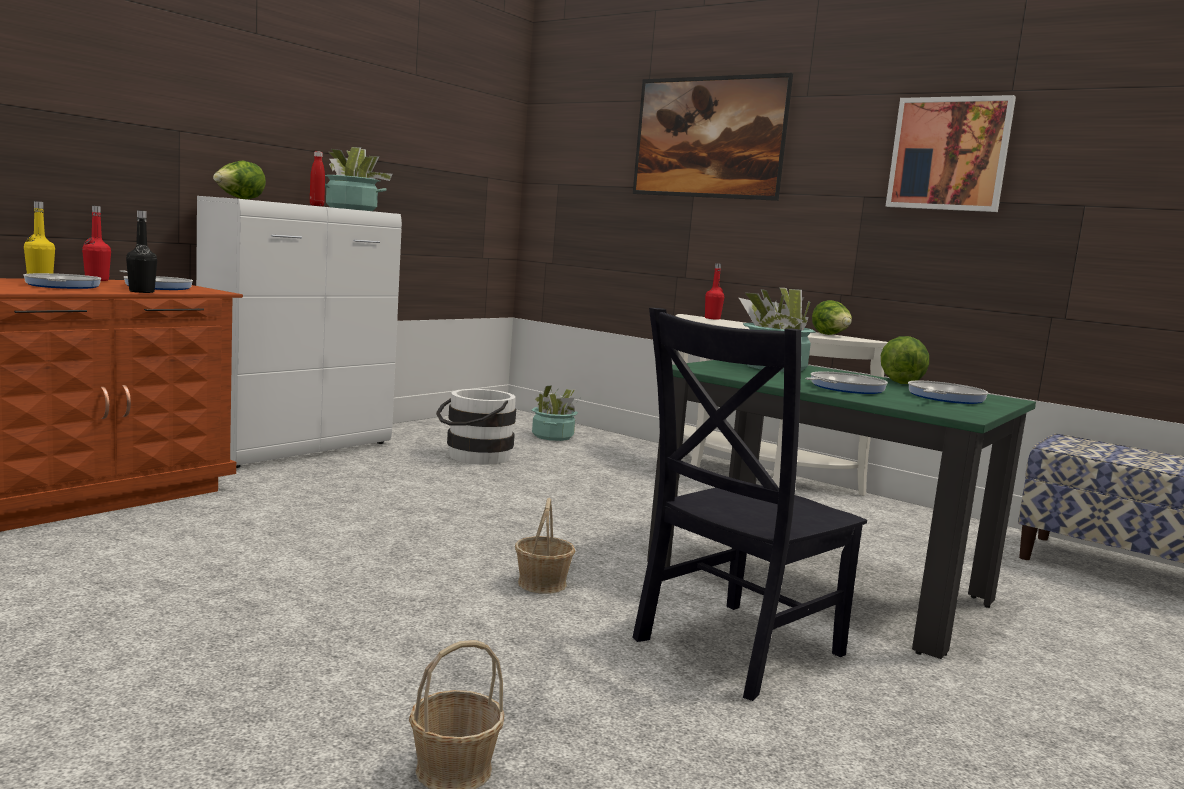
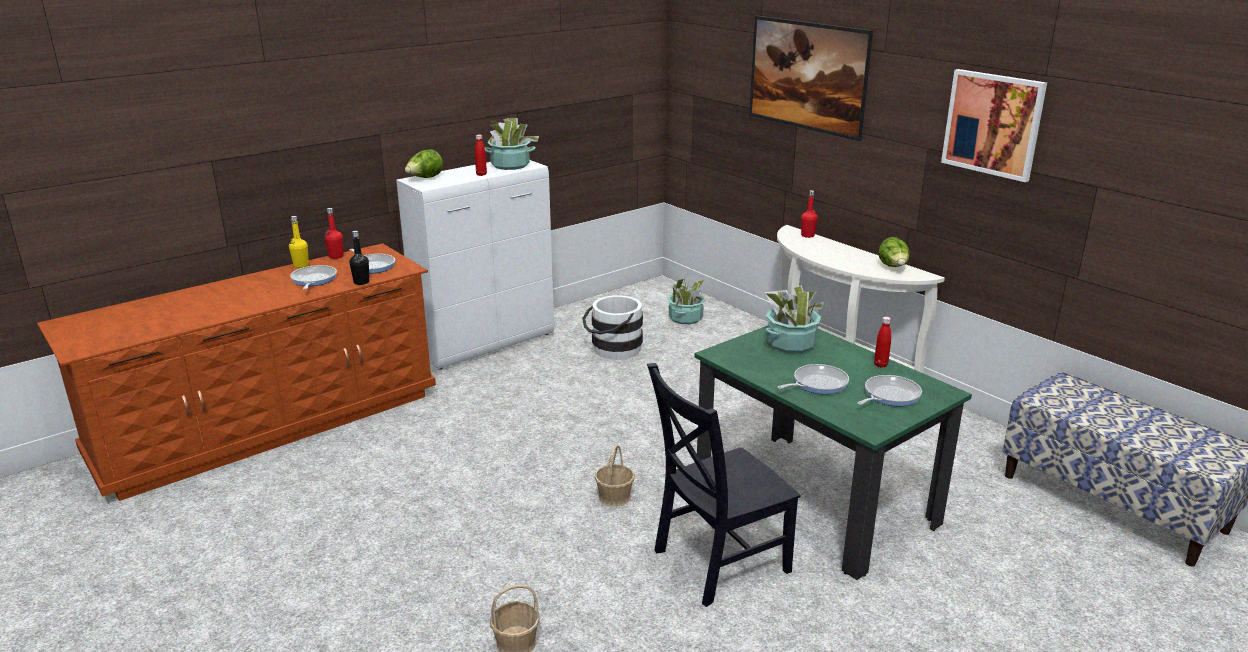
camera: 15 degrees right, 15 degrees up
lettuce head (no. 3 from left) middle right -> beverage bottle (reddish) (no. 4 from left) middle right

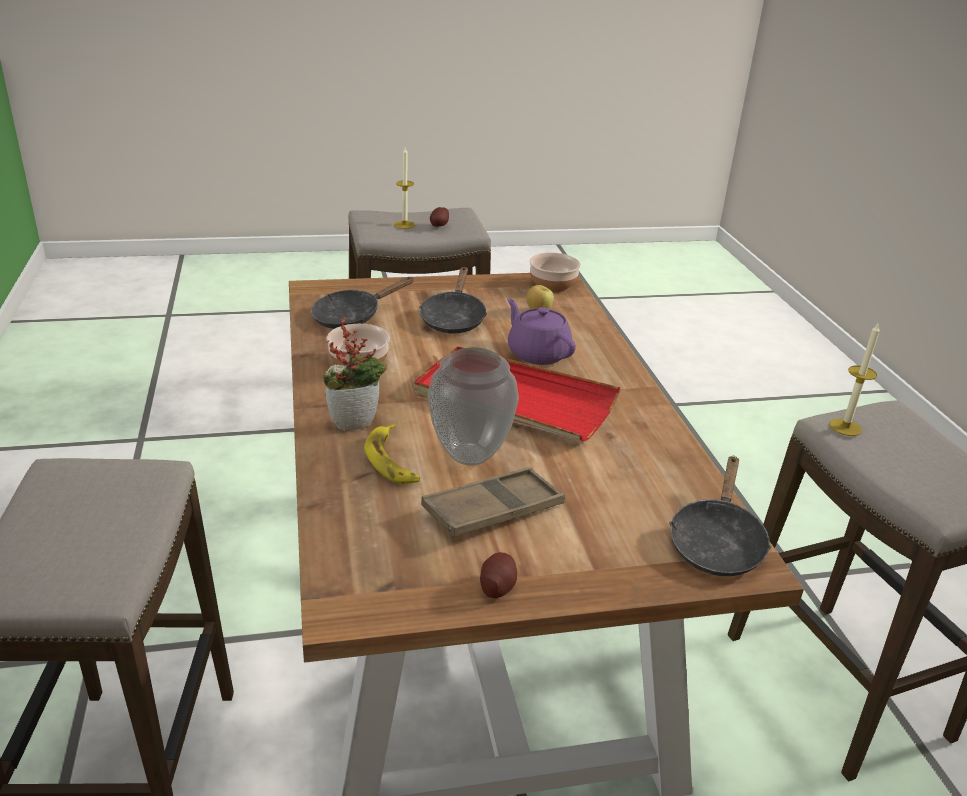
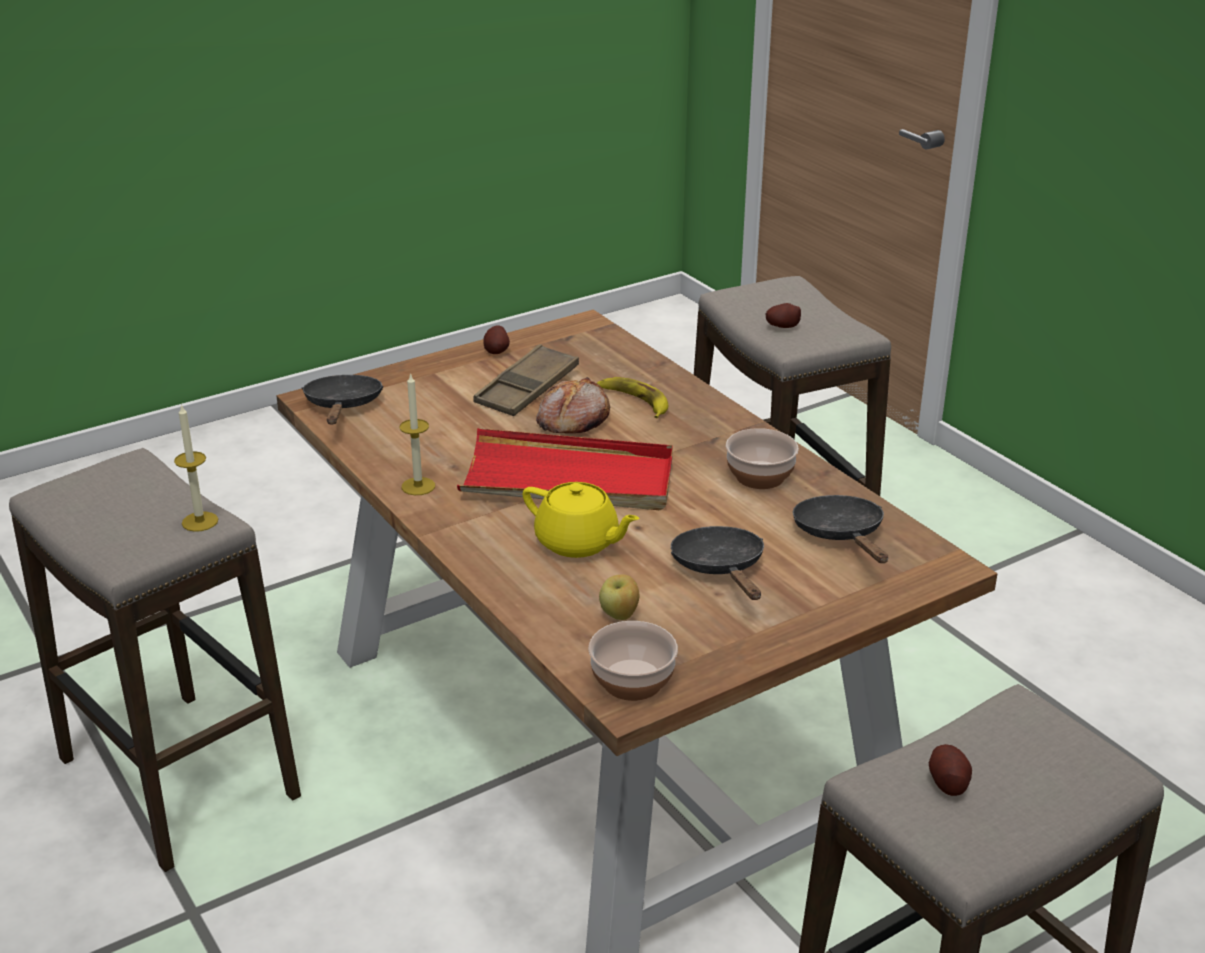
camera: 160 degrees right, 0 degrees up
wax candle (no. 1 from left in the first image) top centre -> wax candle (no. 2 from left) centre, relocated
pot for tea (purple-coloured) centre -> pot for tea (yellow-coloured) centre
vase centre -> baked bread centre
none -> whole potato (no. 2 from left) top centre
skillet (blackish) (no. 1 from left in the first image) centre -> skillet (blackish) (no. 3 from left) middle right, 45 degrees counterclockwise
plant in a pot centre -> none

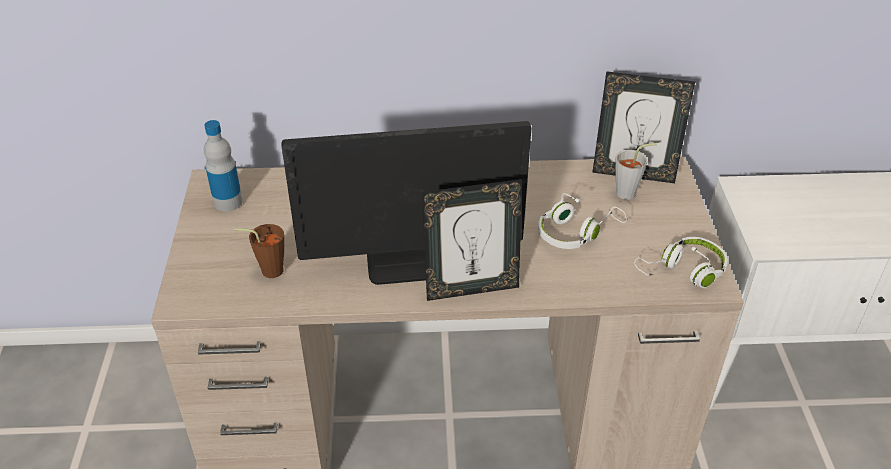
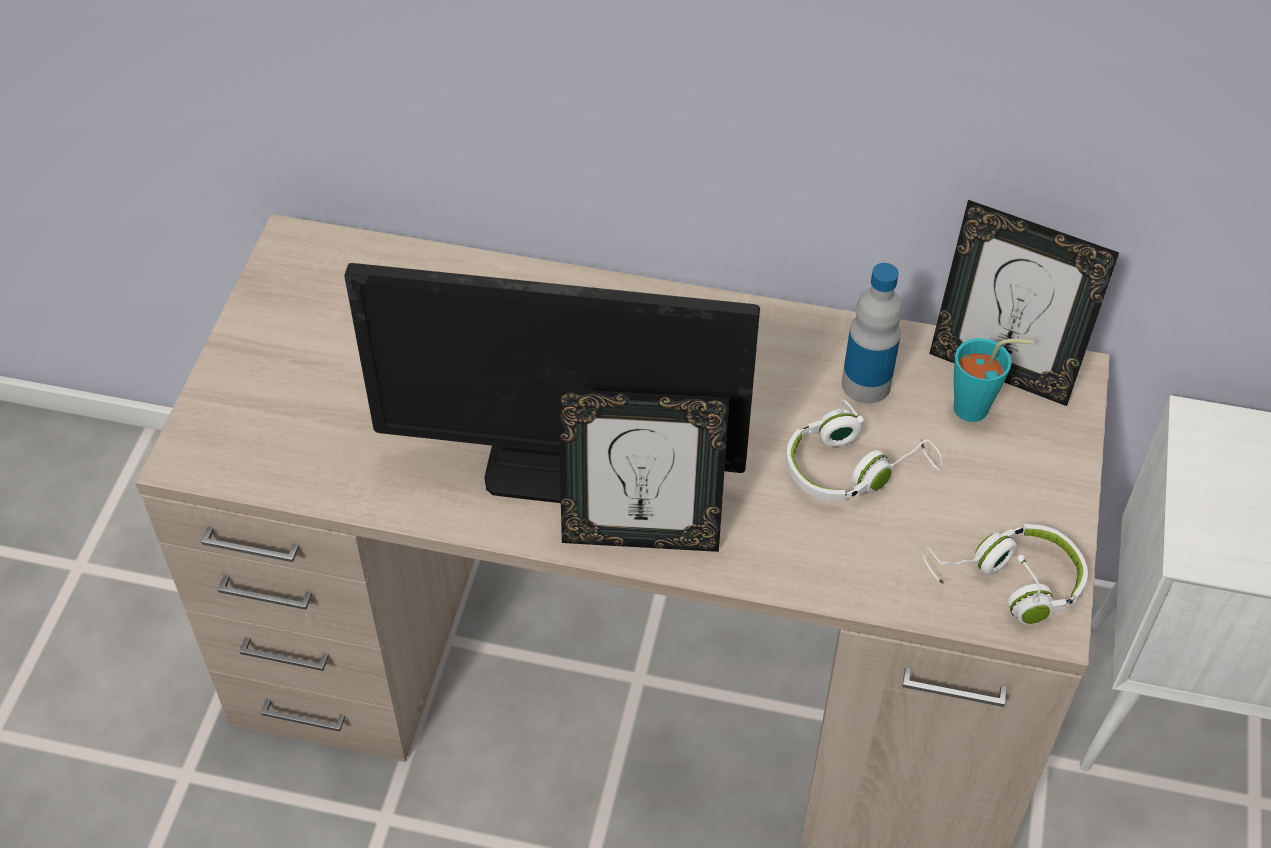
camera: 15 degrees right, 10 degrees up
beverage bottle middle left -> beverage bottle middle right, relocated
small cup (greyish) middle right -> small cup (turquoise) middle right
small cup (brown) middle left -> none

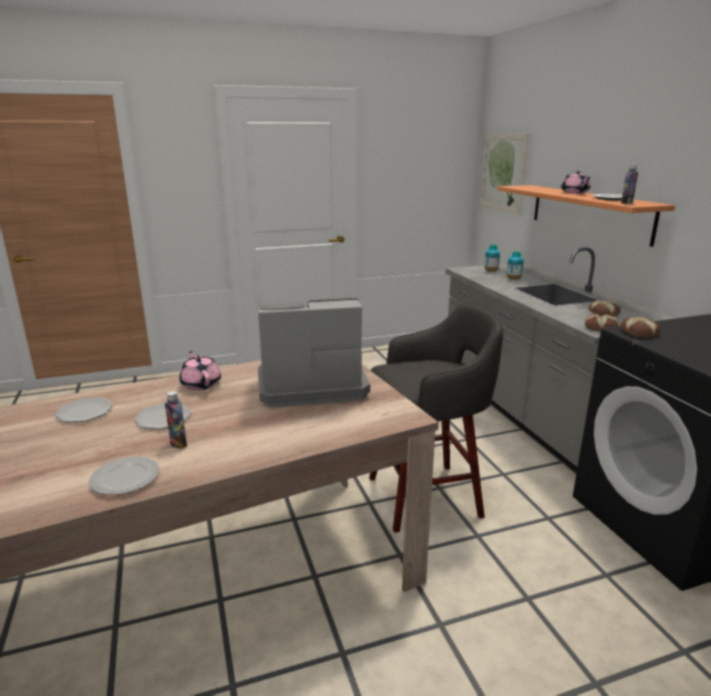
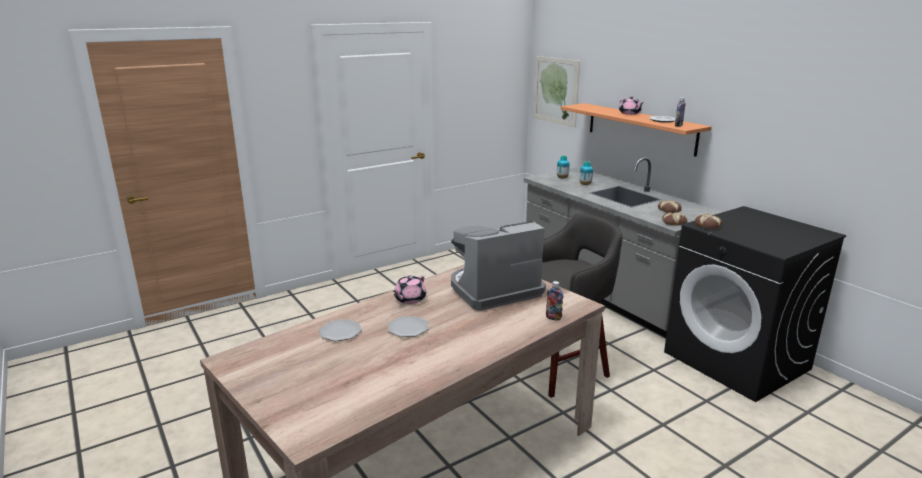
camera: 15 degrees left, 0 degrees up
pot for tea (pink) (no. 1 from left) middle left -> pot for tea (pink) (no. 1 from left) centre, 105 degrees counterclockwise
beverage bottle (no. 1 from left) middle left -> beverage bottle (no. 1 from left) centre, relocated
flat dish (no. 2 from left) bottom left -> none

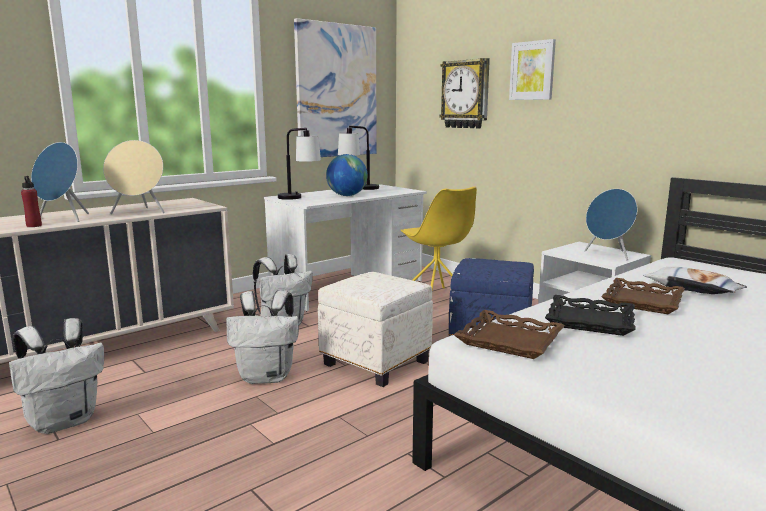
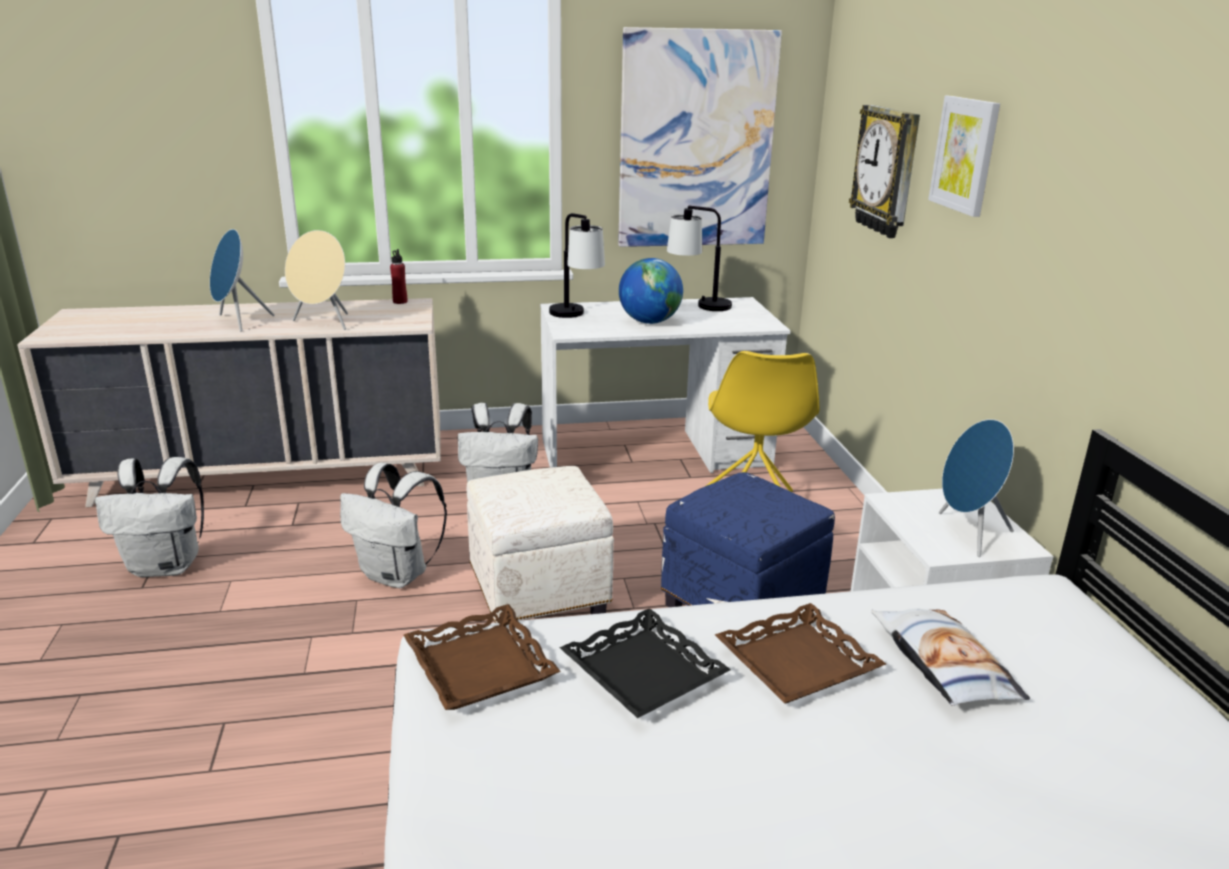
camera: 30 degrees right, 10 degrees up
beverage bottle (reddish) middle left -> beverage bottle (reddish) top left, relocated

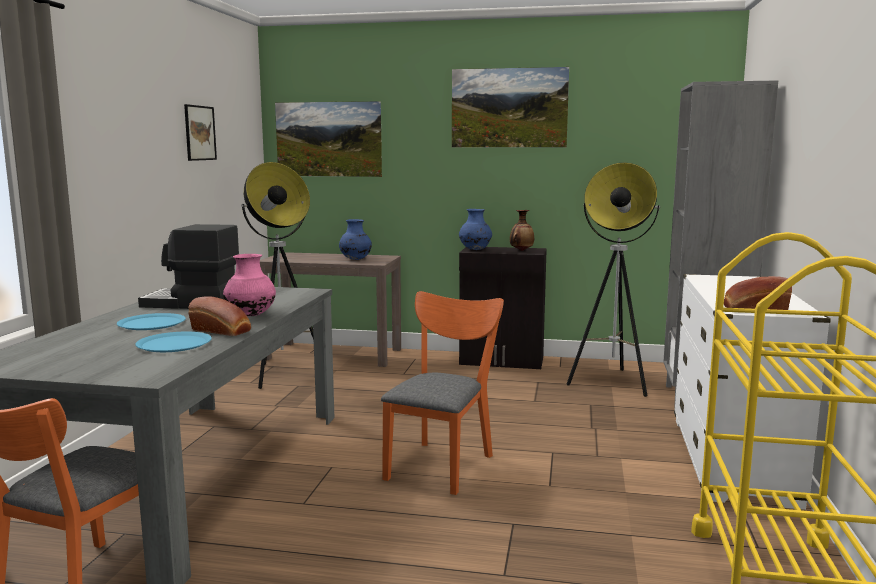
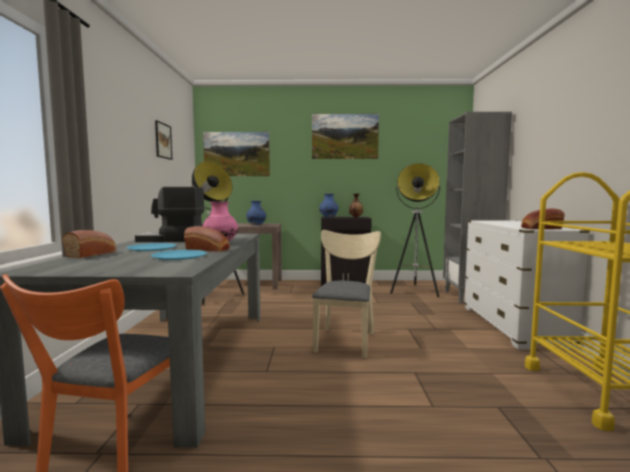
camera: 10 degrees left, 5 degrees down
none -> baked bread (no. 1 from left) middle left
plain chair (orange-coloured) (no. 2 from left) bottom centre -> plain chair (beige-coloured) centre

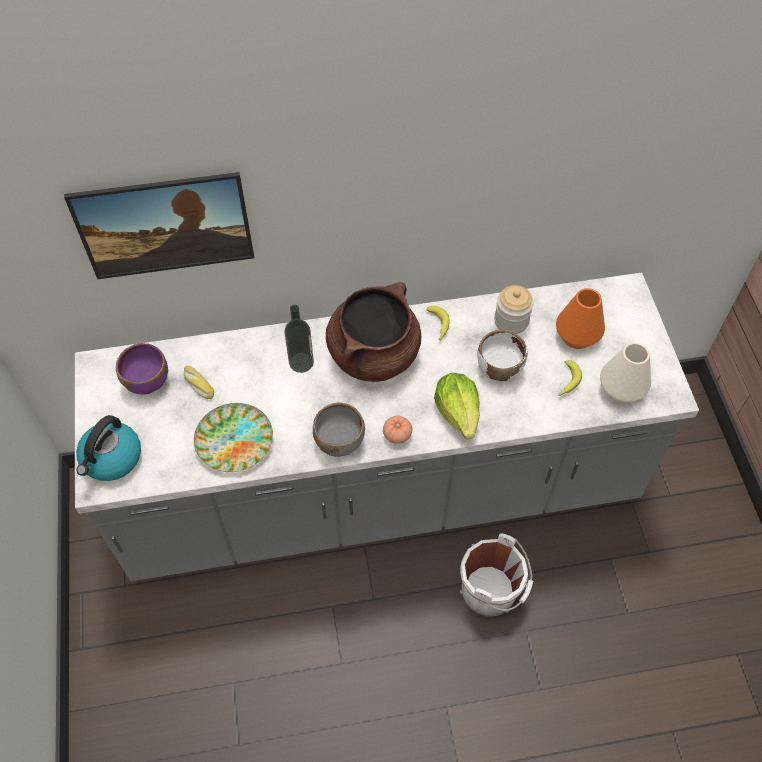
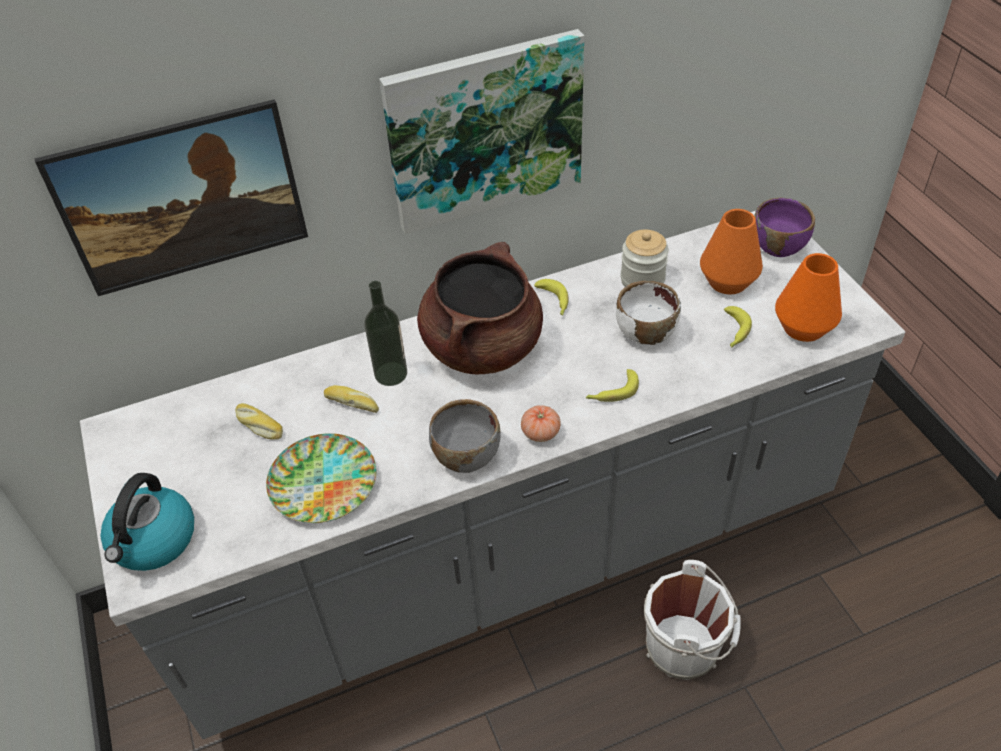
camera: 10 degrees left, 10 degrees down
none -> baked bread (no. 2 from left) centre
none -> wall art (no. 2 from left) top centre
lettuce head centre -> banana fruit (no. 2 from left) centre
deep dish (purple-coloured) middle left -> deep dish (purple-coloured) top right, relocated
vase (whitish) middle right -> vase (orange-coloured) (no. 2 from left) middle right

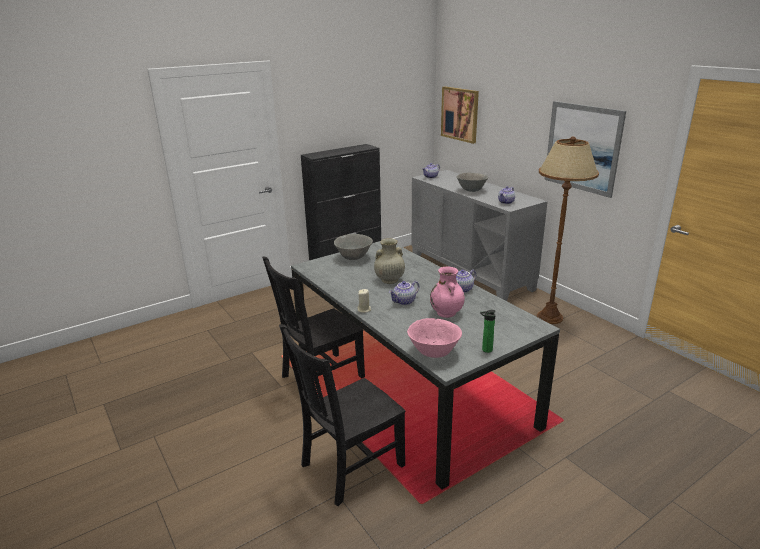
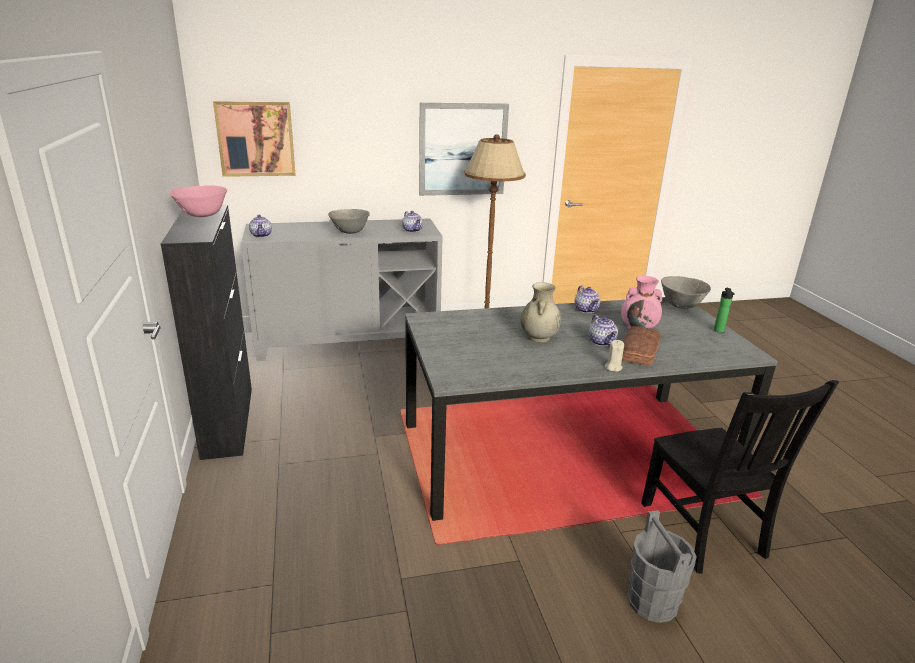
camera: 70 degrees left, 0 degrees up
deep dish (pink) centre -> deep dish (pink) top left, relocated
none -> baked bread middle right
none -> water bucket (greyish) bottom right
deep dish (greyish) (no. 1 from left in the first image) centre -> deep dish (greyish) (no. 2 from left) middle right, relocated
plain chair (blackish) (no. 1 from left) centre -> none

